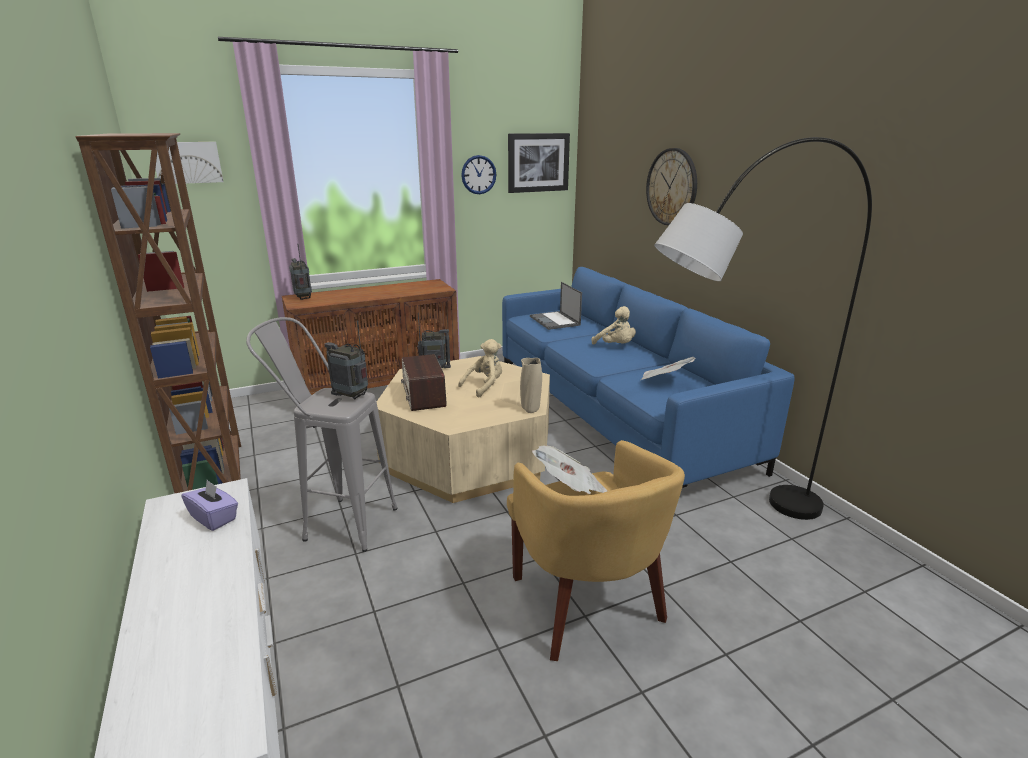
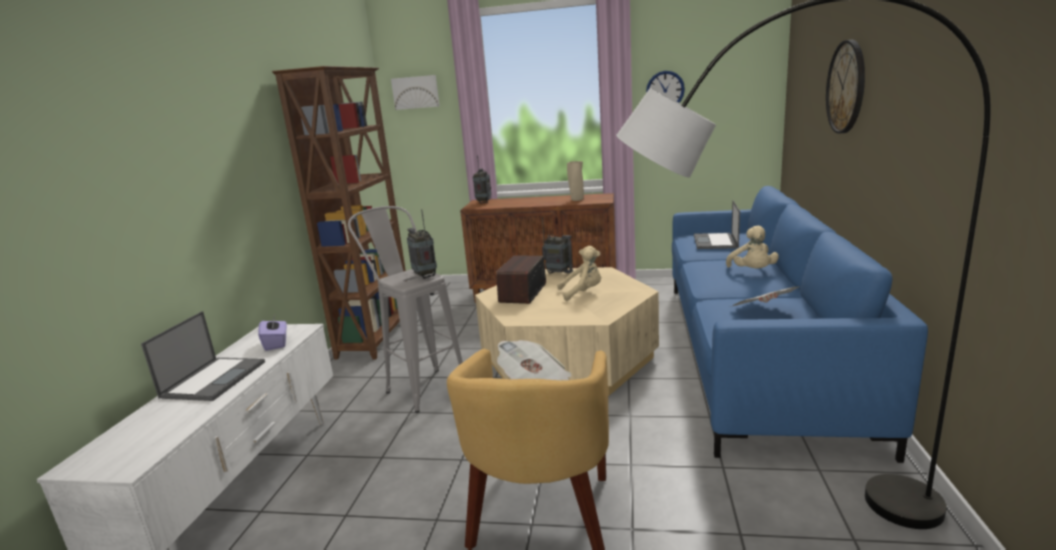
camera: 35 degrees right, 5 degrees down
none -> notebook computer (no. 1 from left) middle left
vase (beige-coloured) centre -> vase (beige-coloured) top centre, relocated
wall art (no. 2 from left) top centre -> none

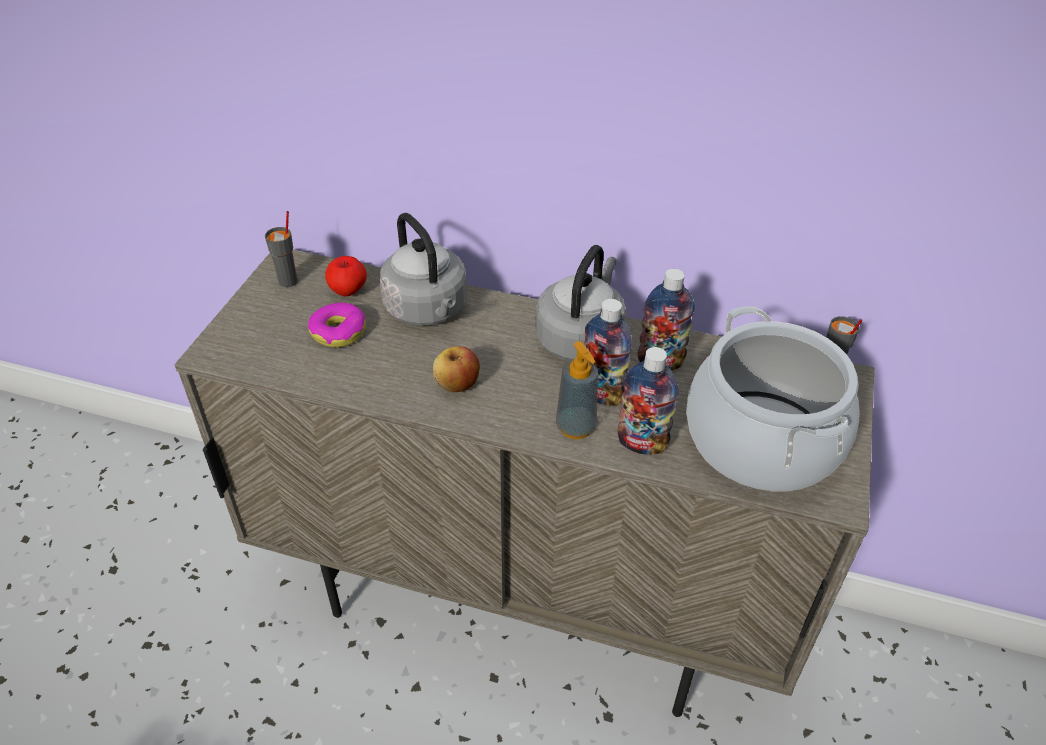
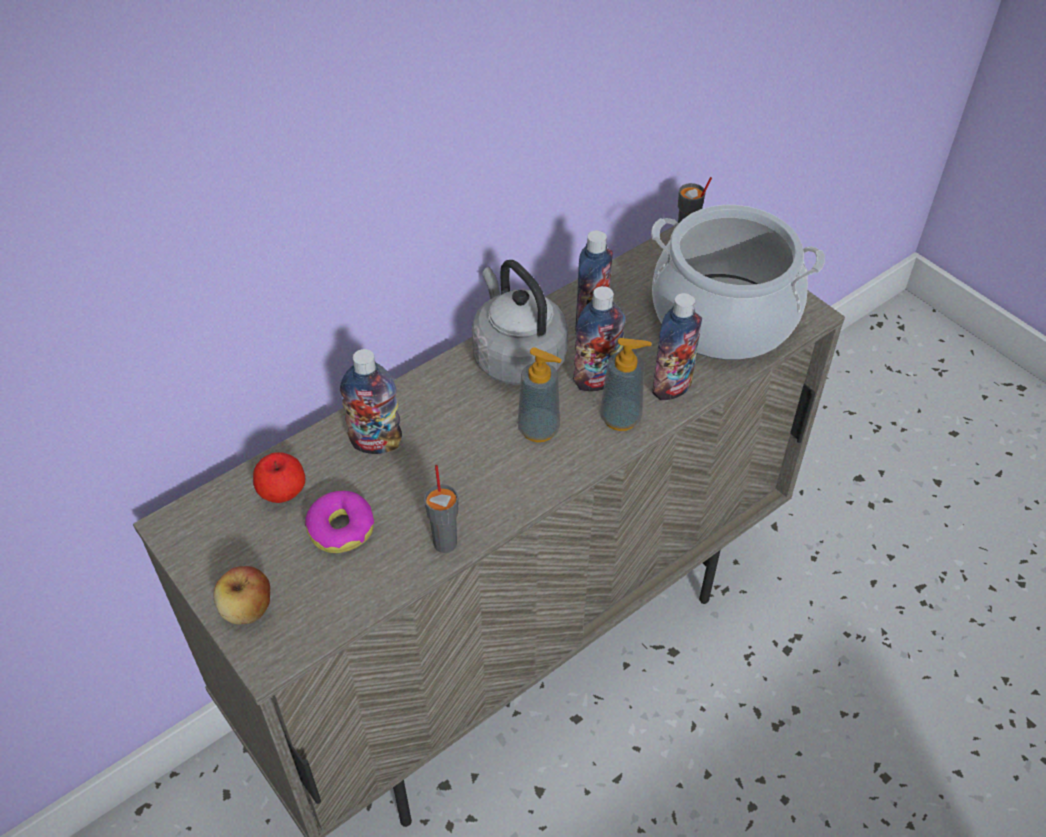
camera: 55 degrees left, 5 degrees up
apple fruit (no. 2 from left in the first image) centre -> apple fruit (no. 1 from left) bottom left, relocated
kettle (greyish) (no. 1 from left) centre -> beverage bottle (no. 1 from left) centre
small cup (greyish) (no. 1 from left) middle left -> small cup (greyish) (no. 1 from left) centre, relocated
none -> liquid soap bottle (no. 1 from left) centre

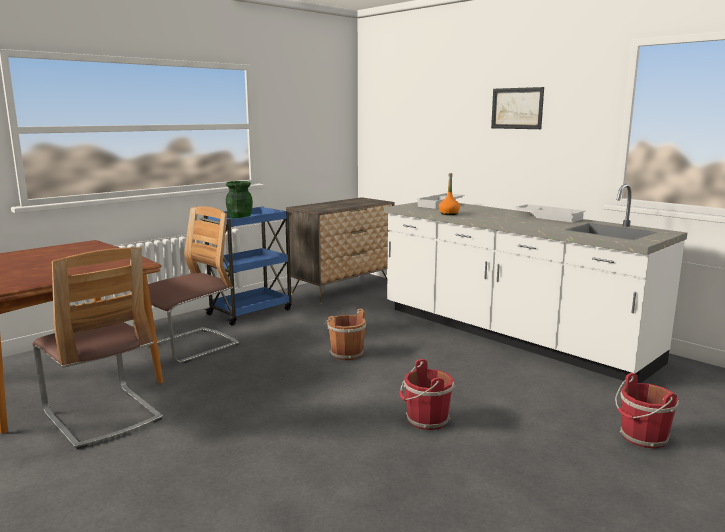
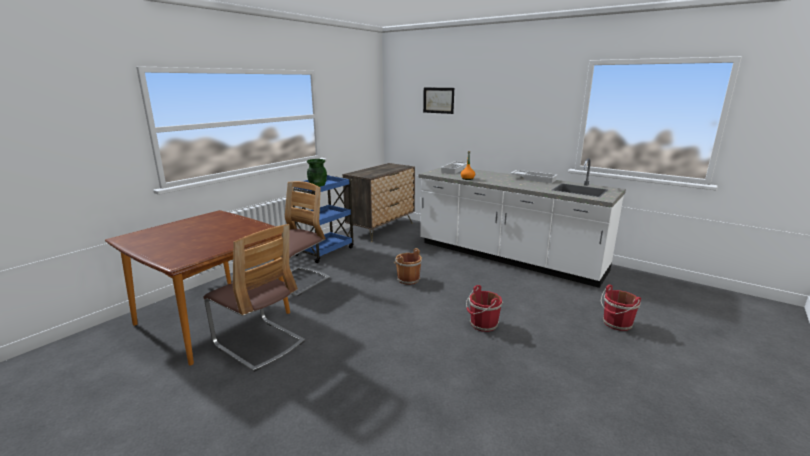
camera: 10 degrees left, 5 degrees up
wall art top right -> wall art top centre, relocated

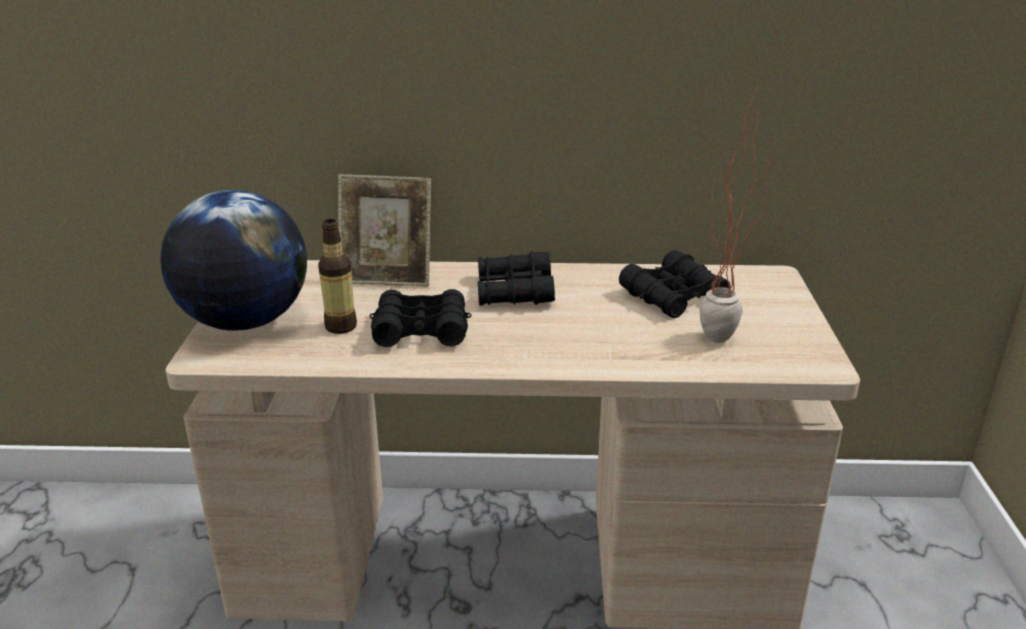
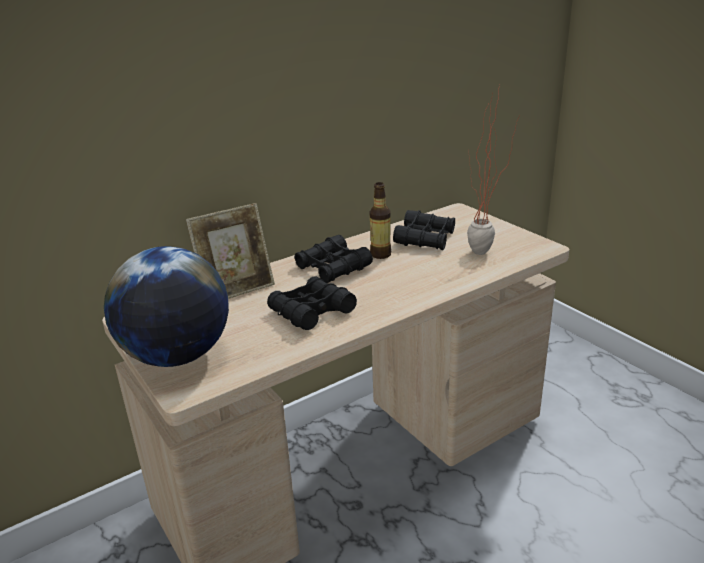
camera: 35 degrees left, 0 degrees up
beverage bottle middle left -> beverage bottle centre, relocated

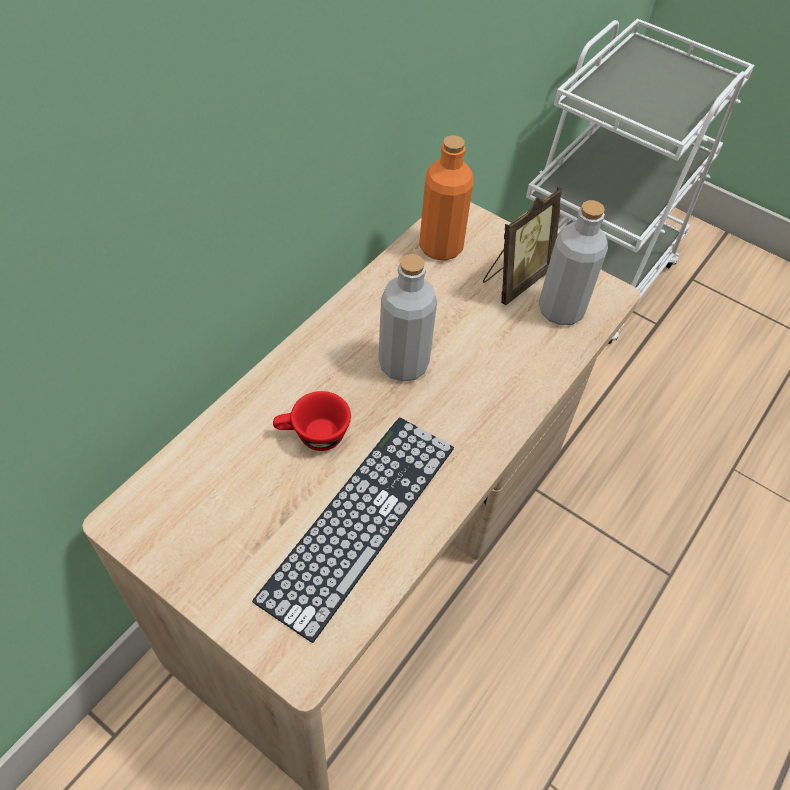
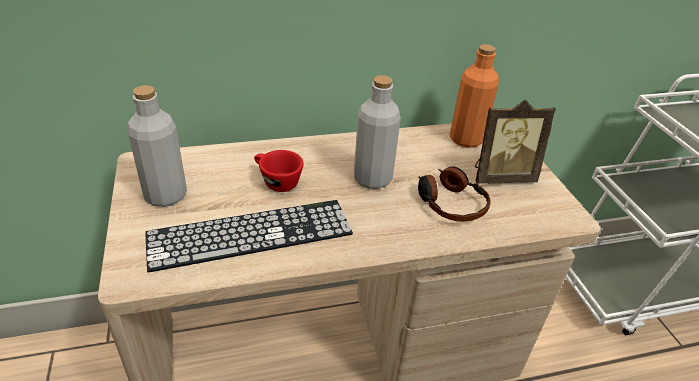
camera: 40 degrees right, 15 degrees down
beverage bottle (greyish) (no. 2 from left in the first image) top right -> beverage bottle (greyish) (no. 1 from left) middle left, relocated
none -> pair of headphones centre

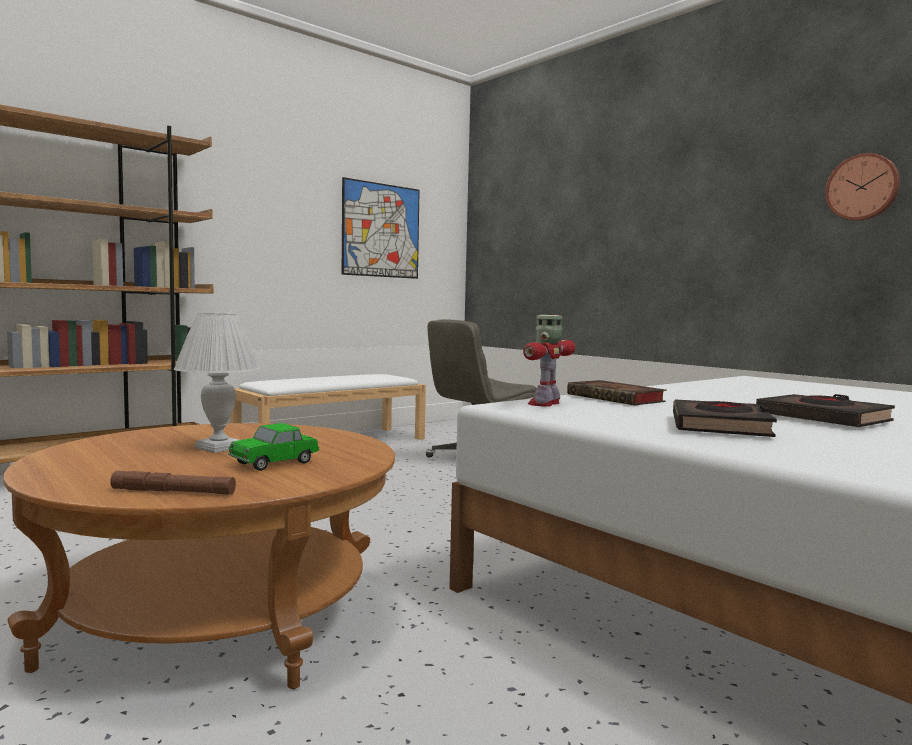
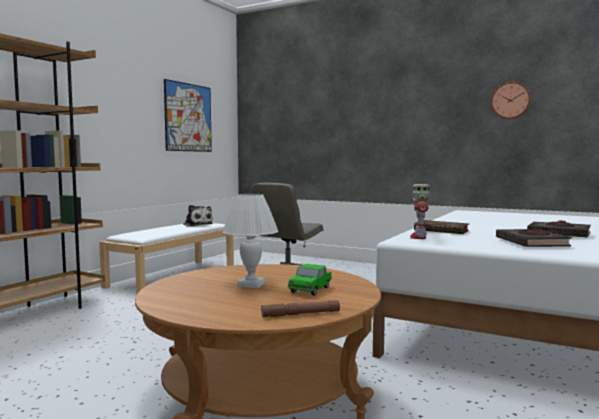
camera: 20 degrees left, 0 degrees up
none -> soft toy middle left

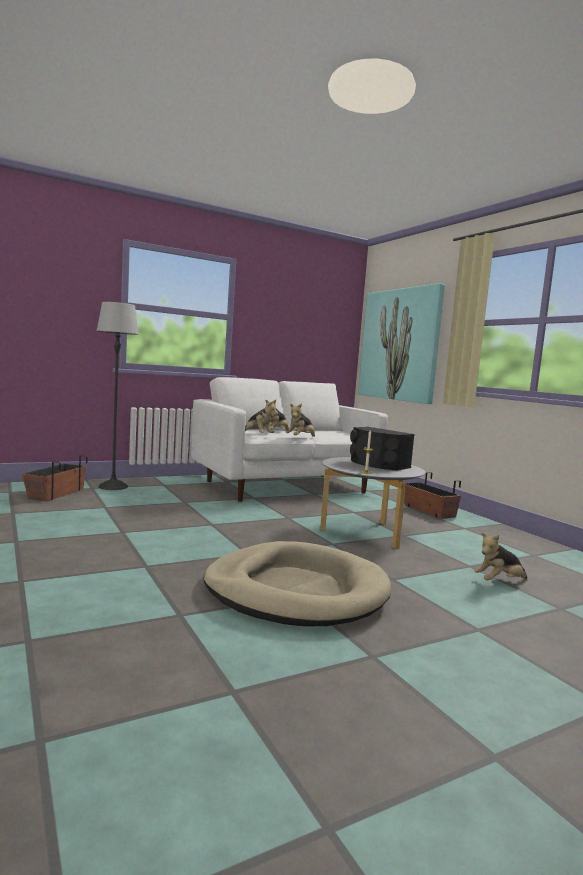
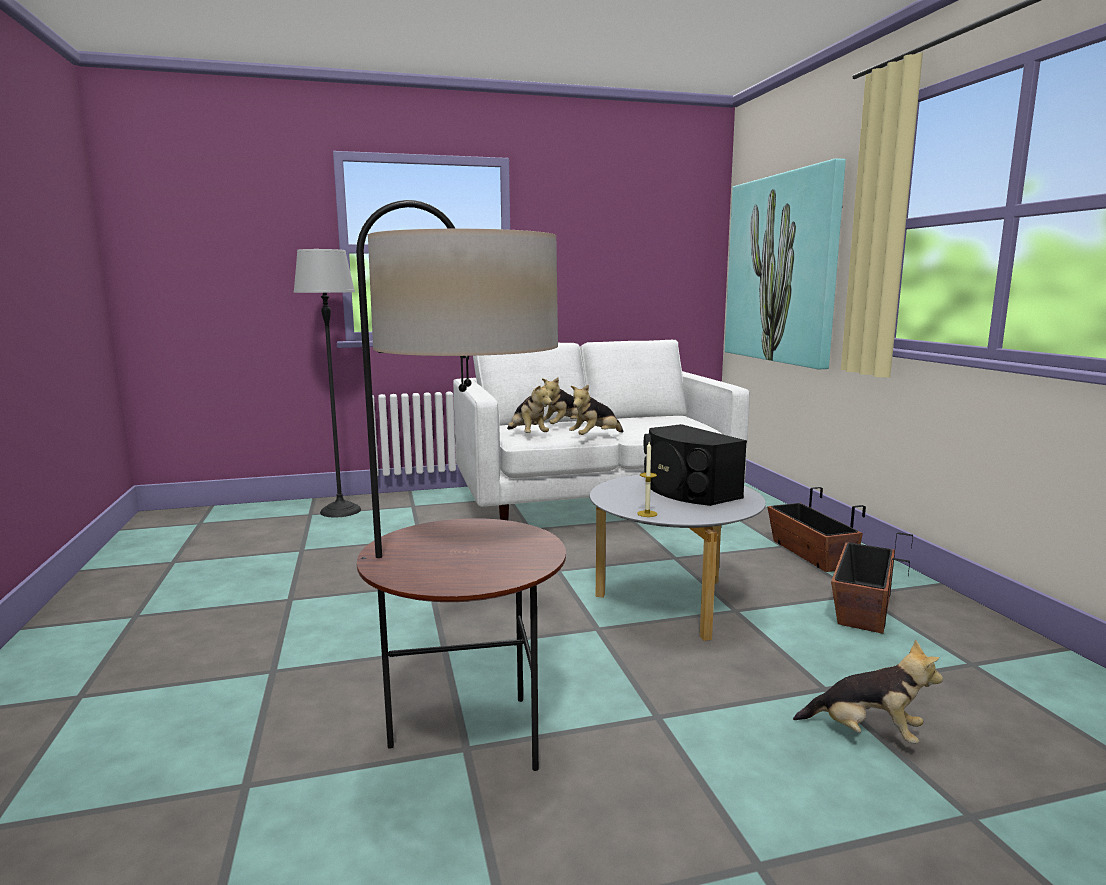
camera: 15 degrees right, 5 degrees up
dog cushion (beige-coloured) centre -> standard lamp (no. 2 from left) centre
soft toy (no. 4 from left) middle right -> soft toy (no. 4 from left) bottom right, 150 degrees counterclockwise
planter (no. 1 from left in the first image) middle left -> planter (no. 2 from left) middle right, relocated

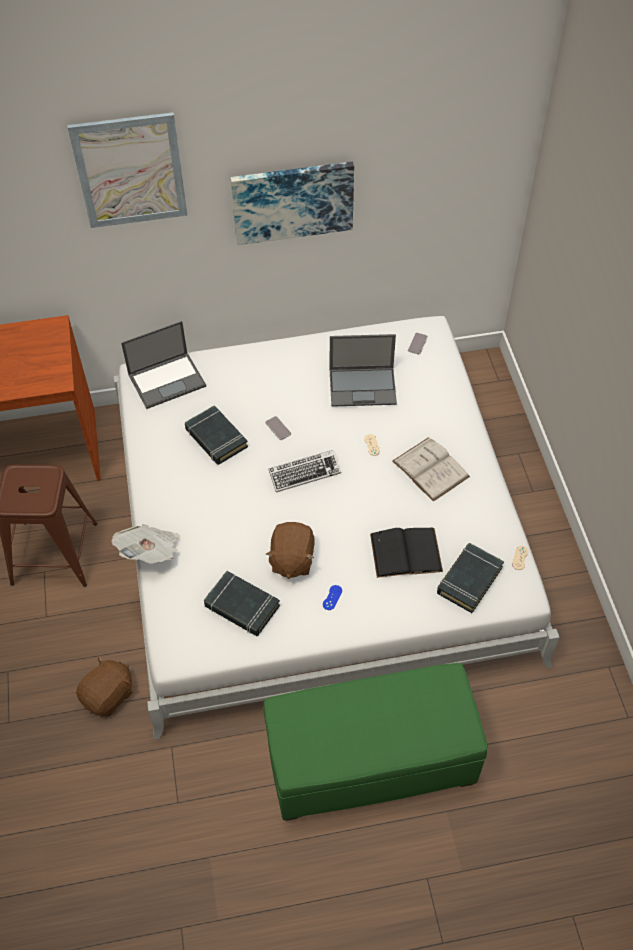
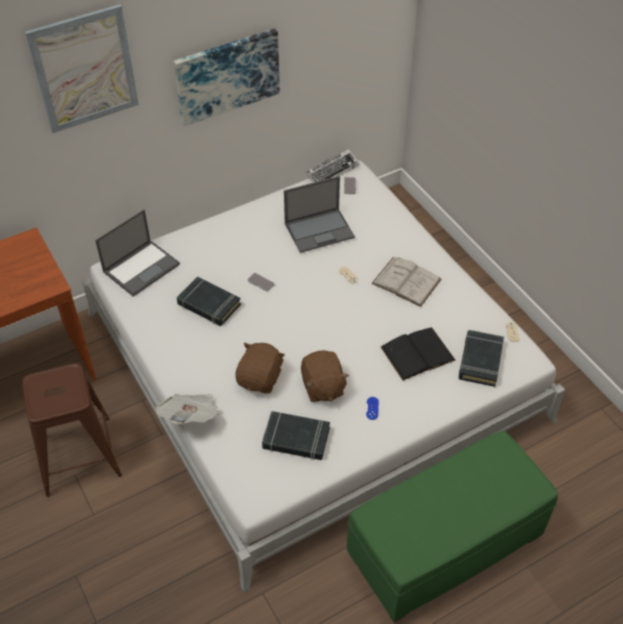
camera: 20 degrees left, 5 degrees down
soft toy (brown) (no. 1 from left) bottom left -> soft toy (brown) (no. 1 from left) centre, relocated
computer keyboard centre -> computer keyboard top centre, relocated

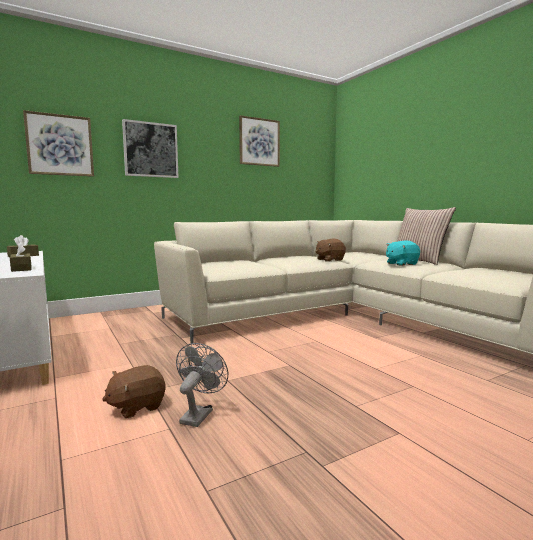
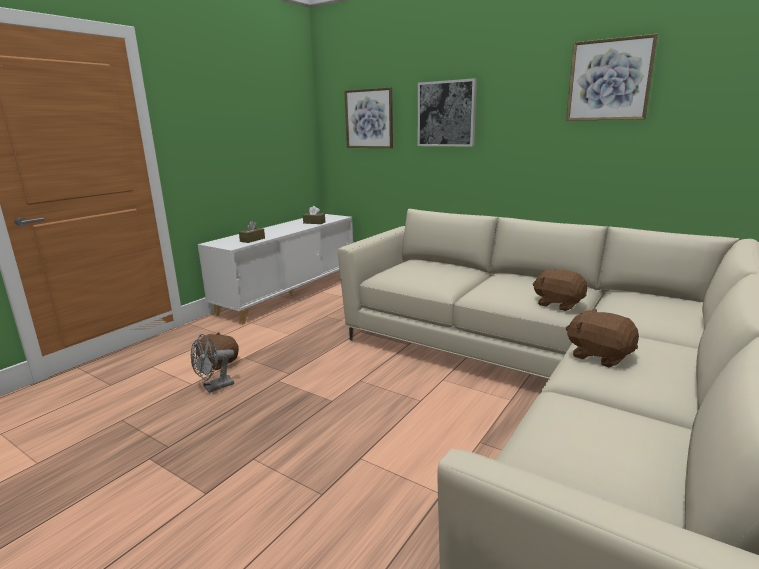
camera: 65 degrees right, 10 degrees up
cooling fan (greyish) bottom centre -> cooling fan (greyish) middle left, 150 degrees clockwise
soft toy (turquoise) middle right -> soft toy (brown) (no. 3 from left) middle right
pillow middle right -> none

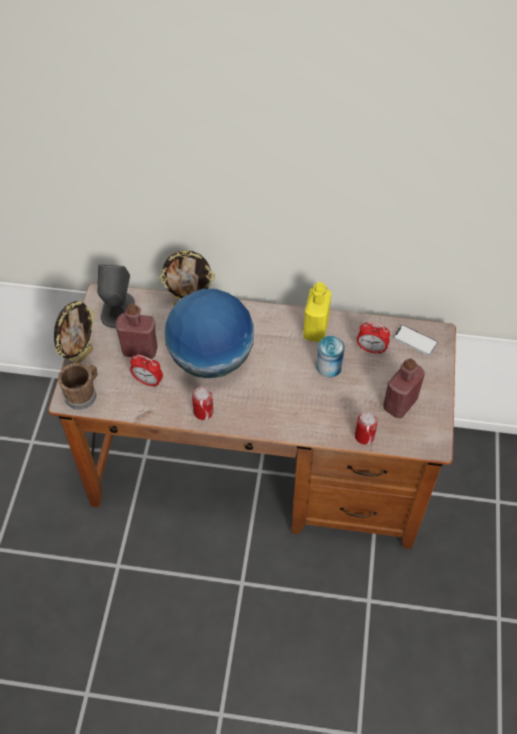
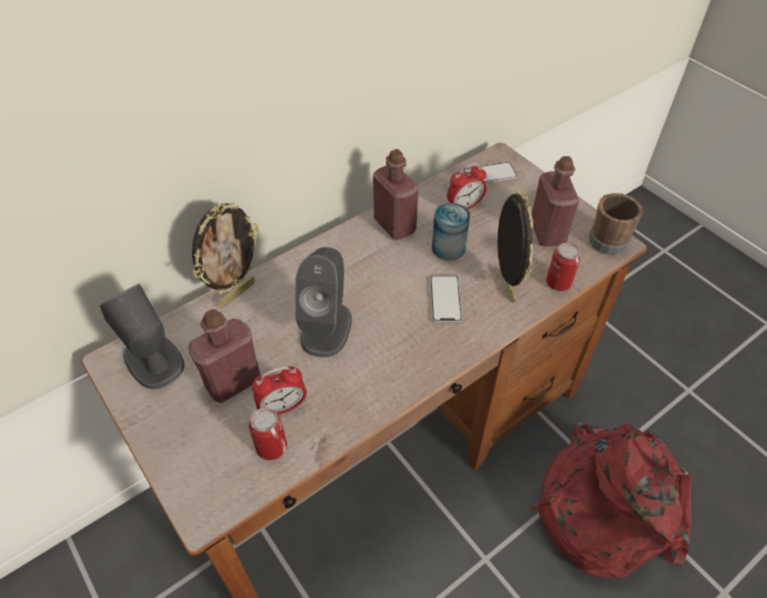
camera: 45 degrees left, 5 degrees down
sealed can (no. 1 from left) centre -> sealed can (no. 1 from left) bottom centre, relocated
desk globe centre -> speaker (greyish) (no. 2 from left) centre
beverage bottle (yellow-coloured) centre -> beverage bottle (reddish) (no. 2 from left) top centre
none -> handset (no. 1 from left) centre
picture frame (no. 1 from left in the first image) middle left -> picture frame (no. 2 from left) middle right, relocated
none -> backpack (reddish) bottom right
tea mug (brown) middle left -> tea mug (brown) middle right, relocated

